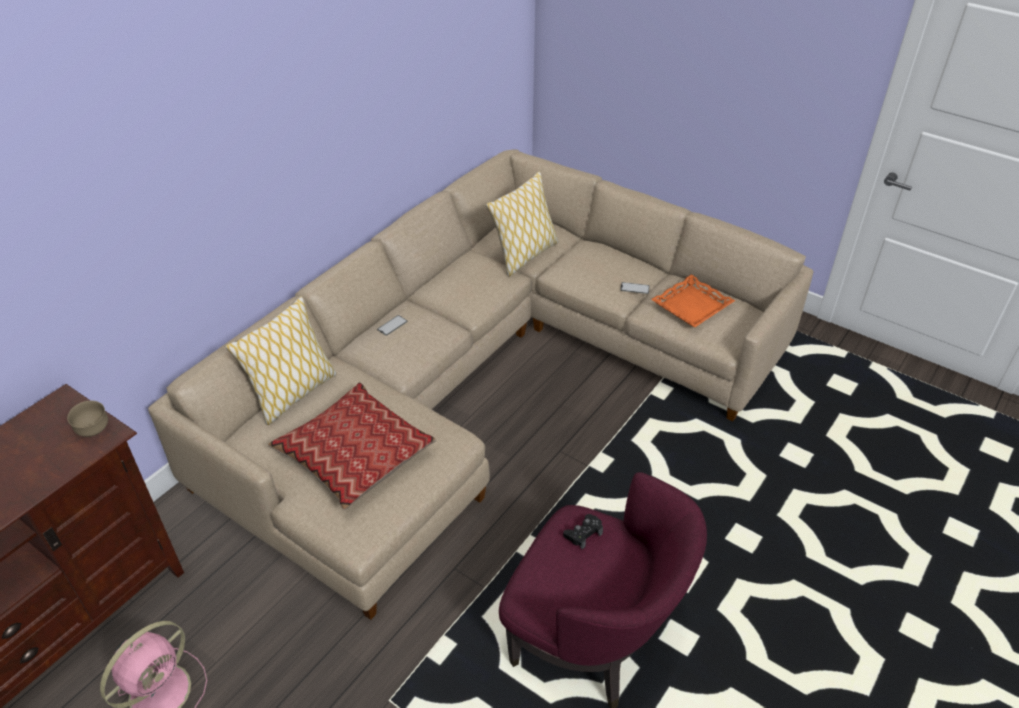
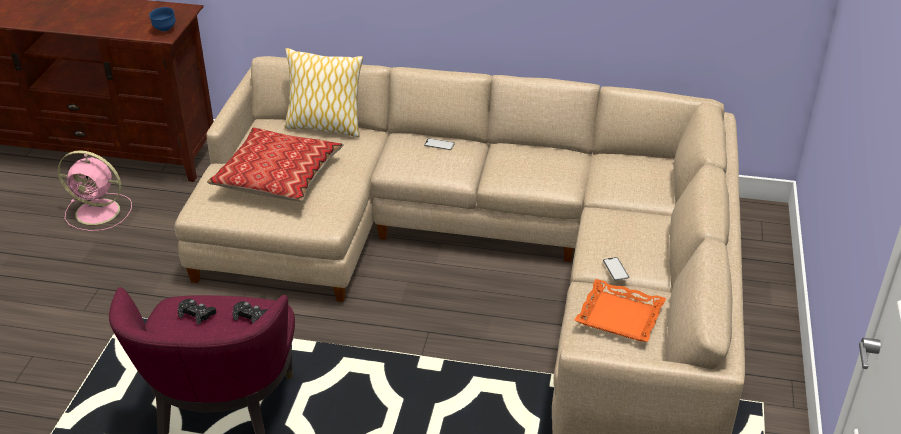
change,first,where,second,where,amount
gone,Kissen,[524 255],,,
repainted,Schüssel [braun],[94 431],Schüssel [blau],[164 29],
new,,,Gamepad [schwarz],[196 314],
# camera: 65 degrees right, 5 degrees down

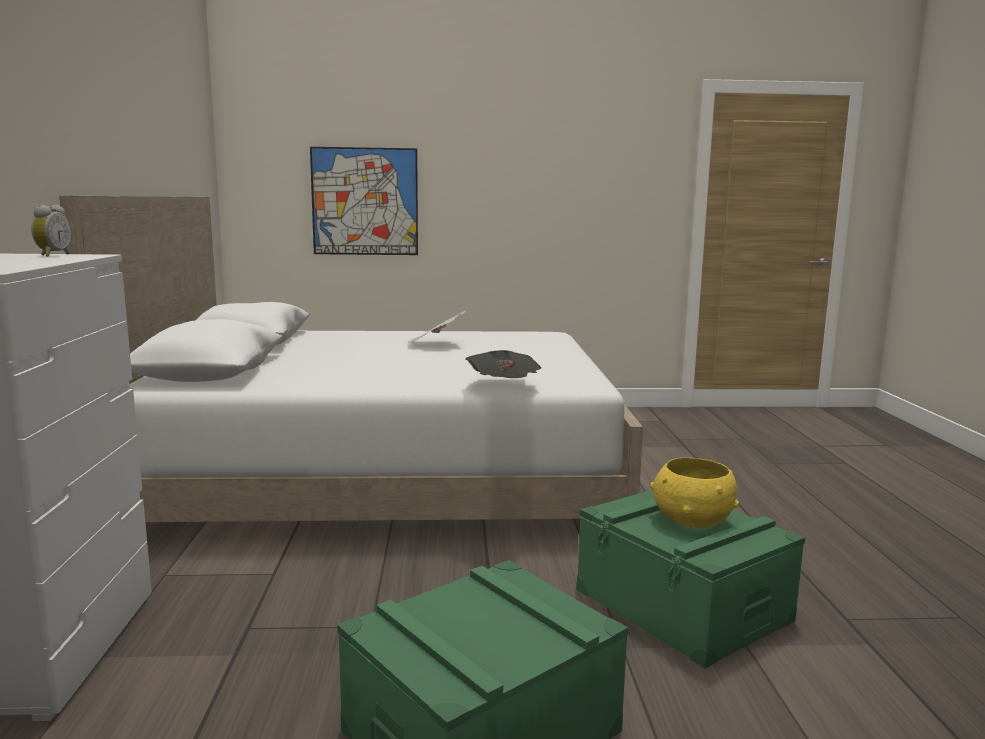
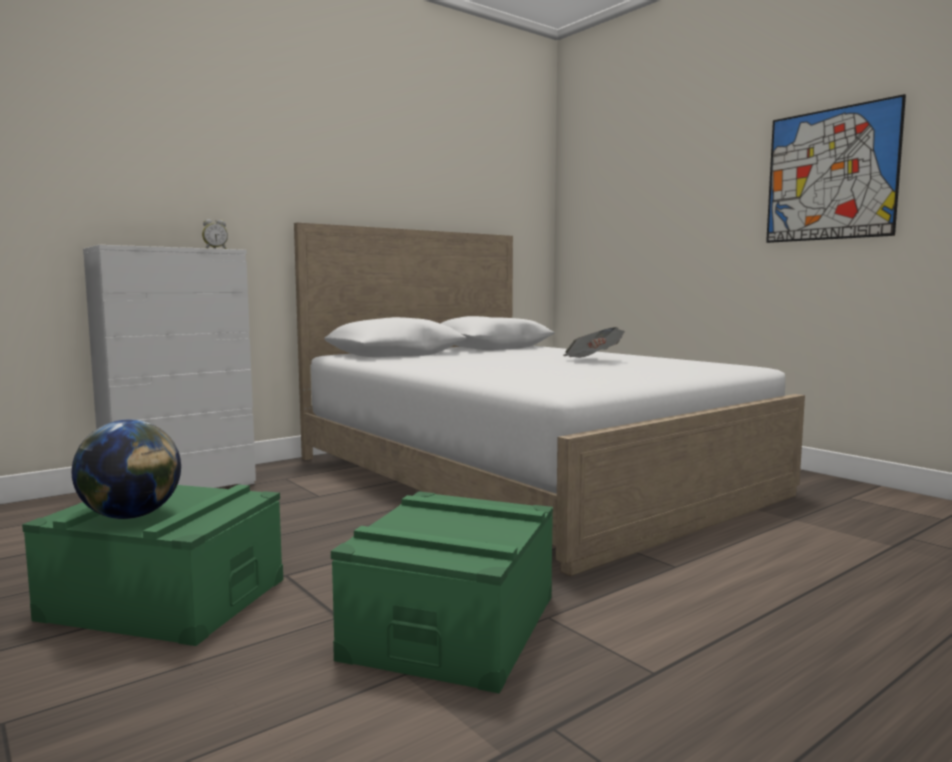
change,first,where,second,where,amount
shifted,Bild,[365 201],,[830 174],
gone,Zeitung,[504 386],,,
gone,Schüssel [gelb],[692 520],,,
new,,,Globus,[131 516],
# camera: 55 degrees right, 5 degrees down

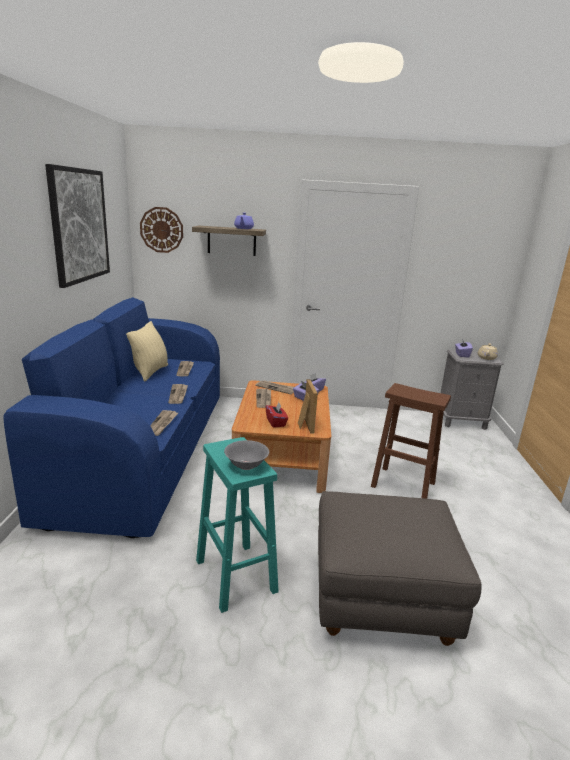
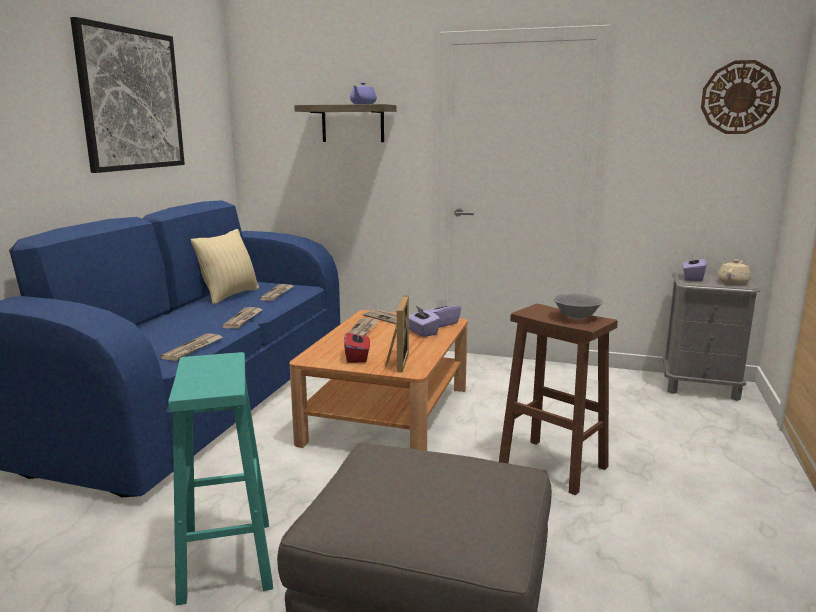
change,first,where,second,where,amount
shifted,Wanduhr,[161 230],,[739 97],
shifted,Schüssel [grau],[246 465],,[576 317],
# camera: 15 degrees right, 5 degrees down

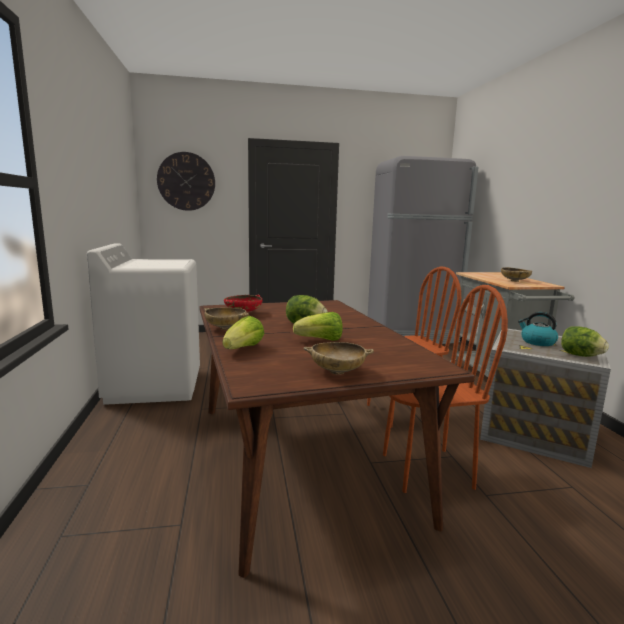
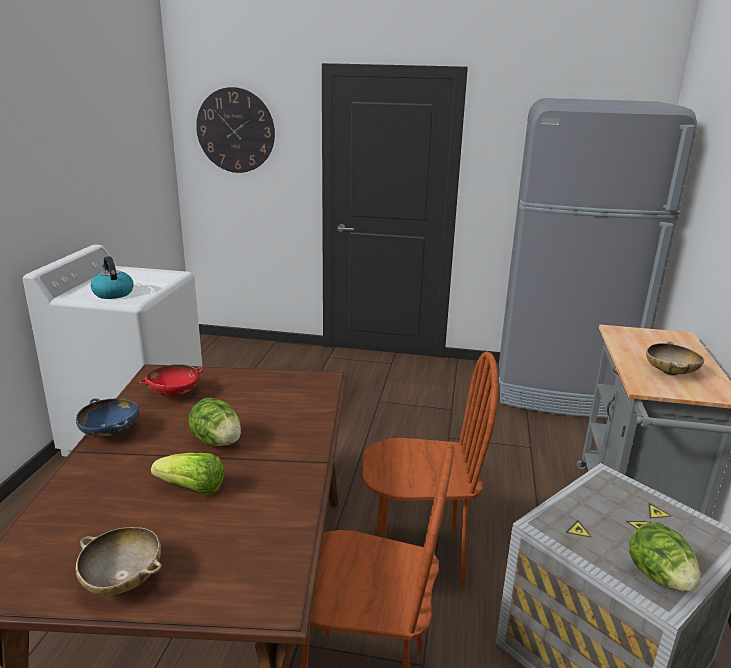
change,first,where,second,where,amount
repainted,Schüssel [beige],[226 328],Schüssel [blau],[111 432],
shifted,Wasserkessel,[537 342],,[113 293],
gone,Salatkopf,[243 349],,,
# camera: 20 degrees right, 10 degrees up

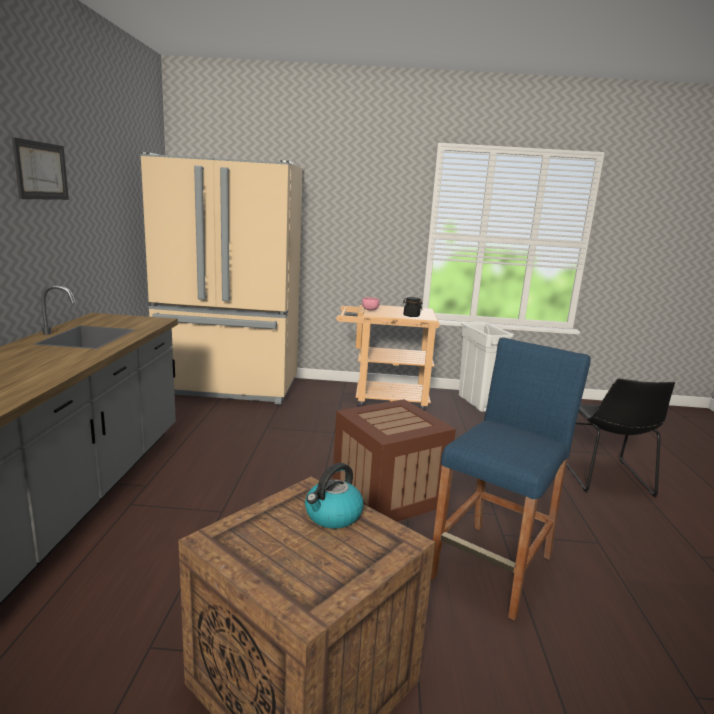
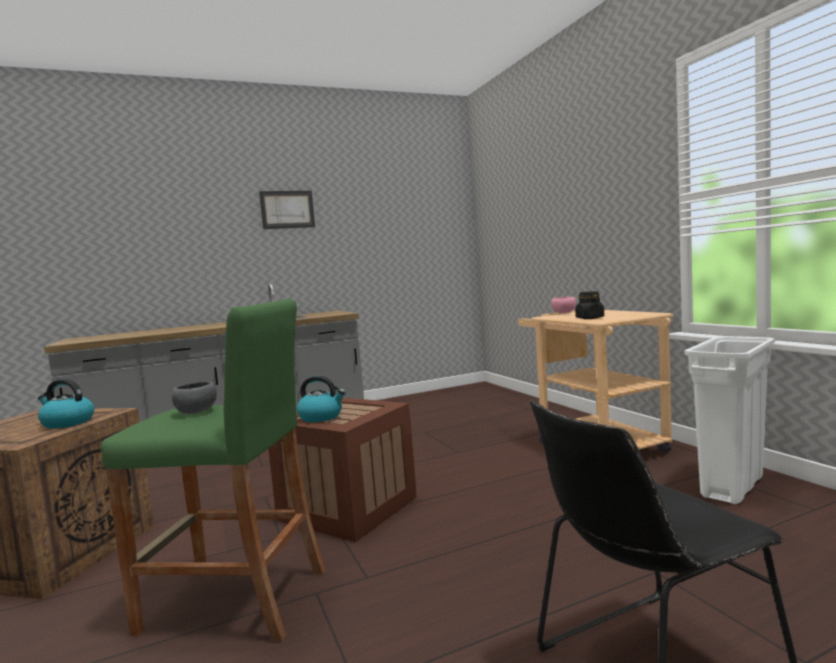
change,first,where,second,where,amount
gone,Kühlschrank [beige],[229 387],,,
repainted,Hocker [blau],[493 567],Hocker [grün],[234 600],
new,,,Wasserkessel,[321 417],
new,,,Schüssel [grau],[197 411],
# camera: 65 degrees right, 10 degrees down

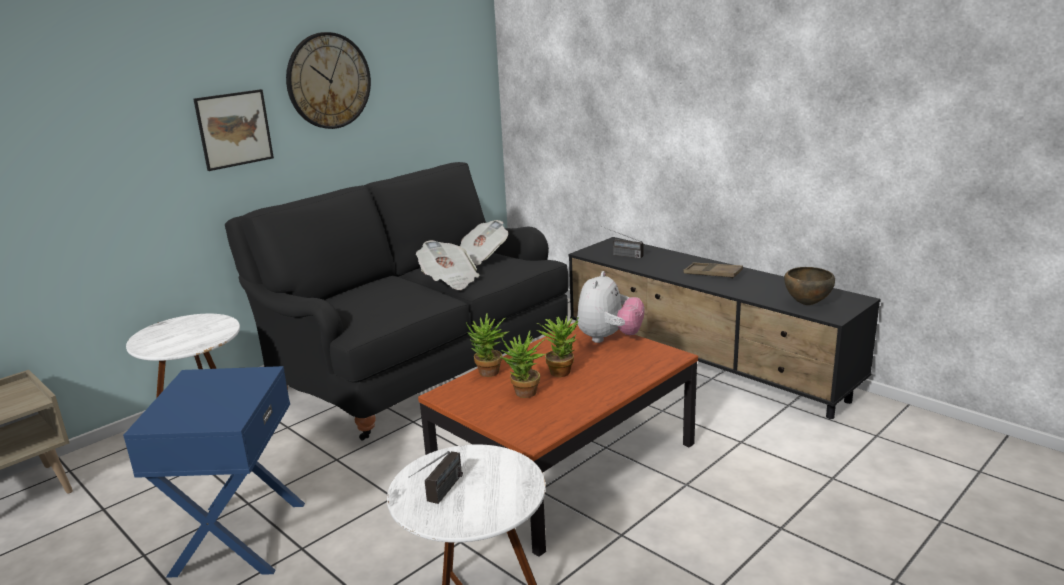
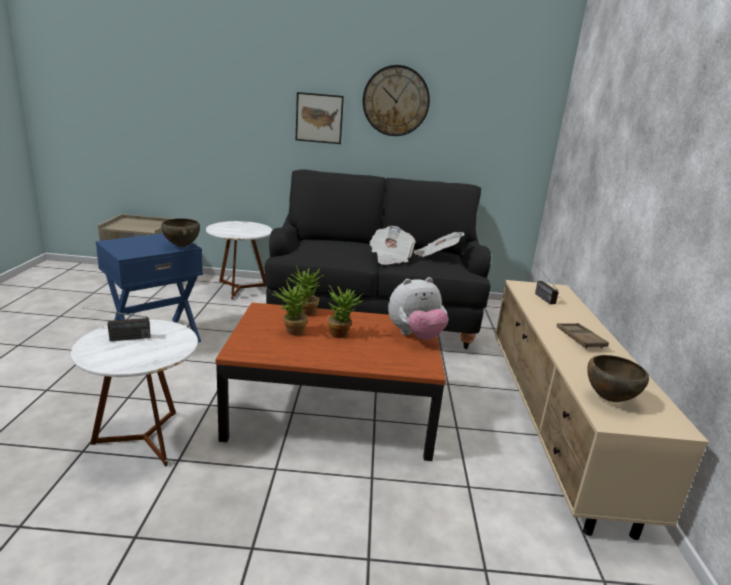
change,first,where,second,where,amount
repainted,Fernsehschrank [schwarz],[706 365],Fernsehschrank [beige],[555 425],
new,,,Schüssel [braun],[181 246],
# camera: 45 degrees right, 0 degrees up

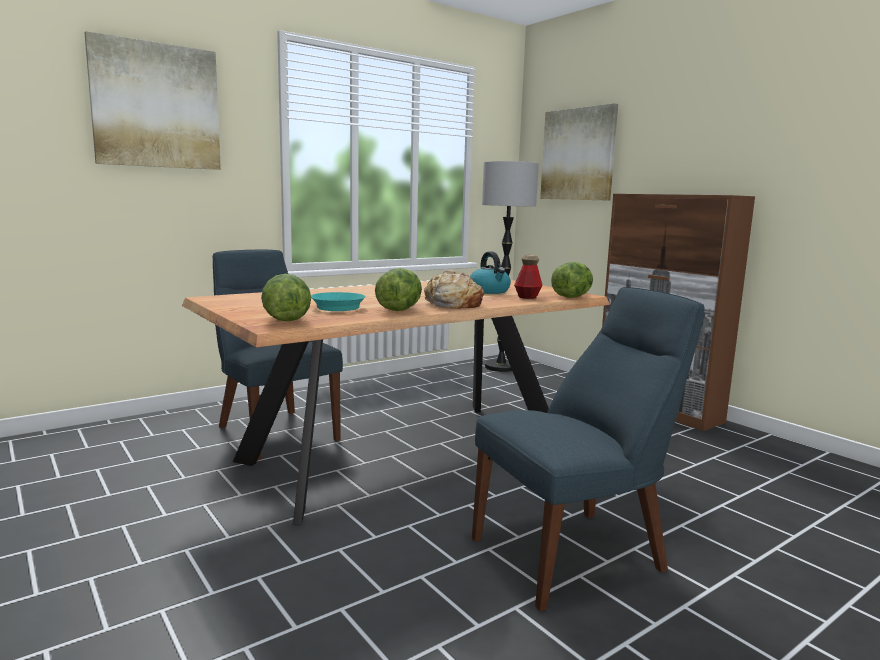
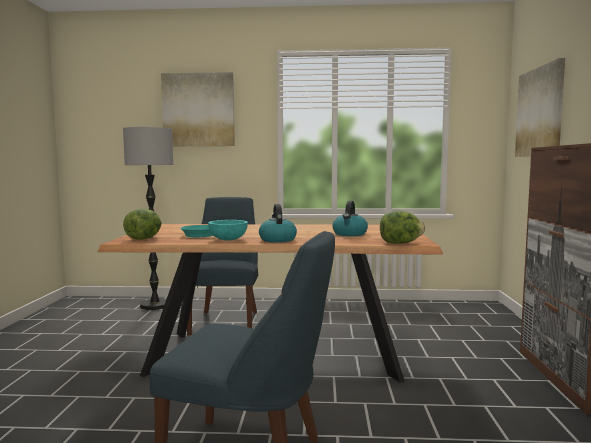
change,first,where,second,where,amount
shifted,Stehlampe,[501 367],,[155 305],
gone,Flasche,[527 297],,,
swapped,Salatkopf,[399 310],Schüssel [türkis],[228 239],
swapped,Brot,[452 304],Wasserkessel,[277 240],
# camera: 40 degrees right, 5 degrees down

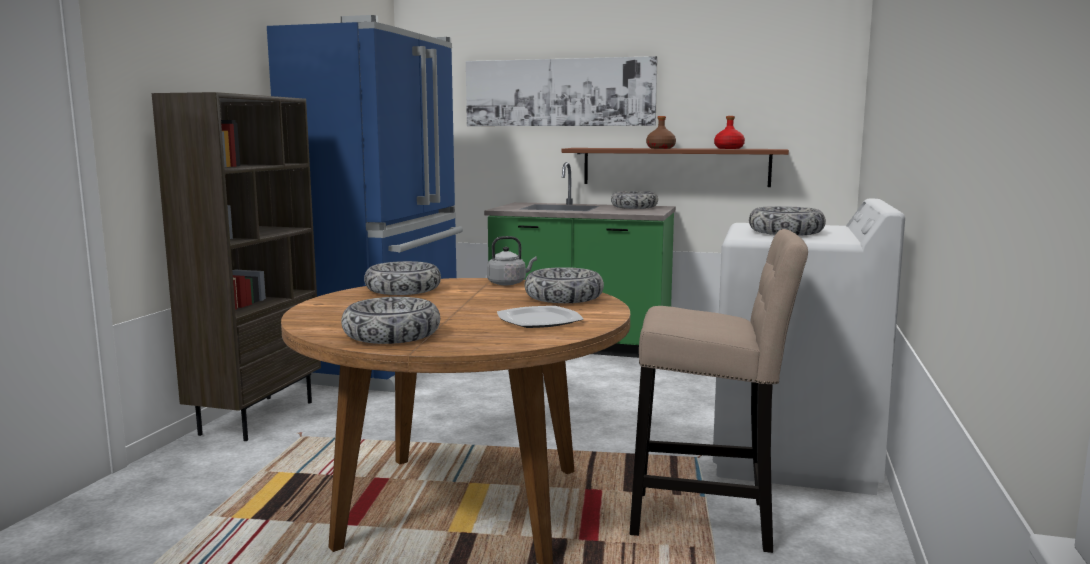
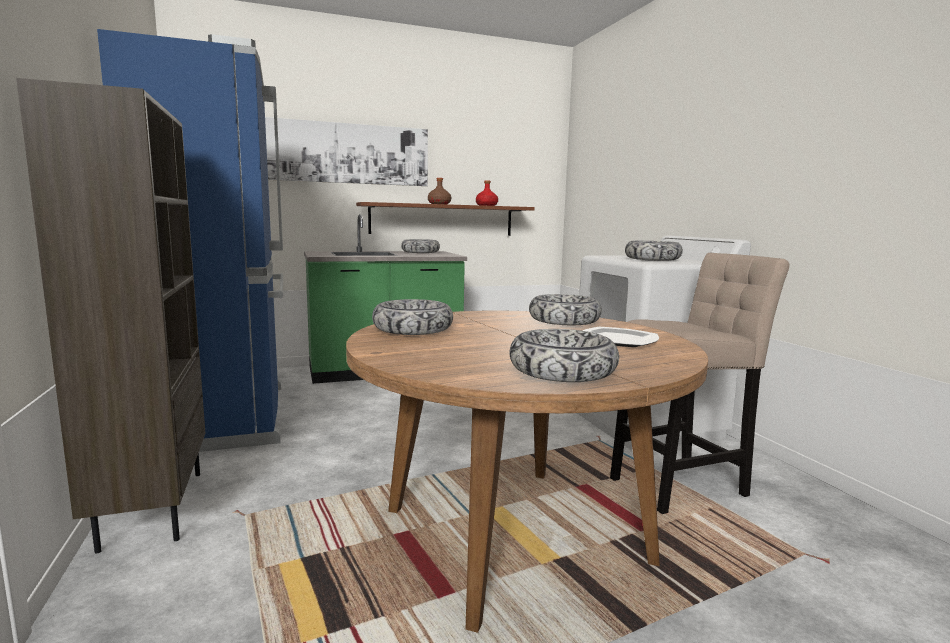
change,first,where,second,where,amount
gone,Wasserkessel [grau],[508 283],,,
# camera: 35 degrees left, 0 degrees up

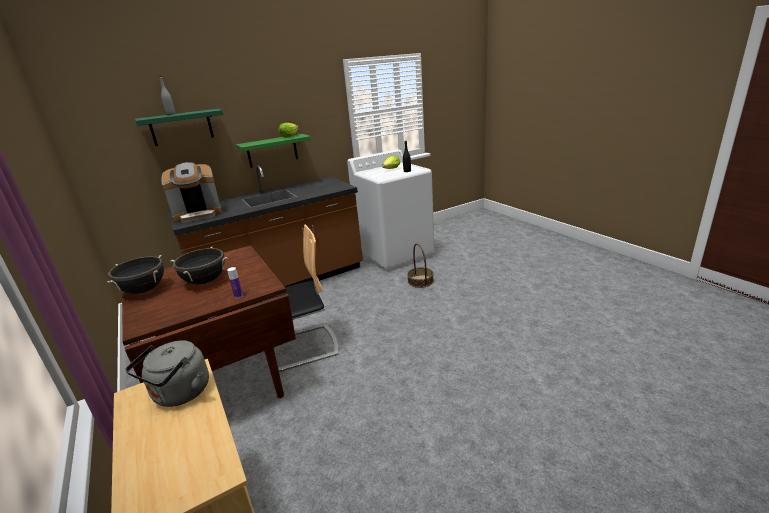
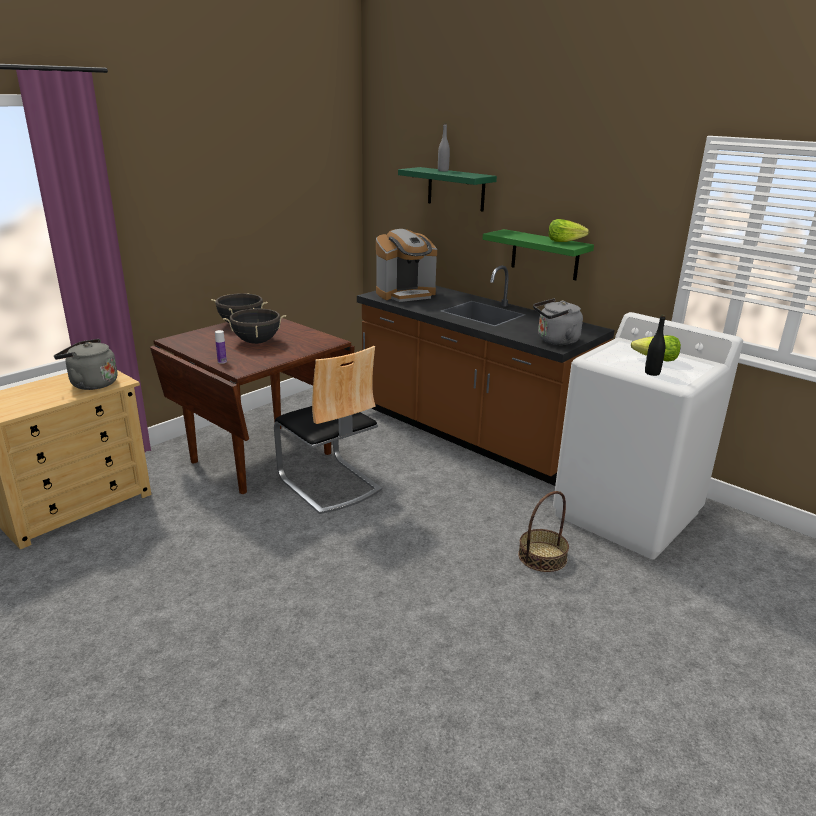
change,first,where,second,where,amount
rotated,Kaffeemaschine,[198 215],,[406 294],75 degrees counterclockwise
new,,,Wasserkessel [grau],[555 341],
# camera: 70 degrees right, 0 degrees up

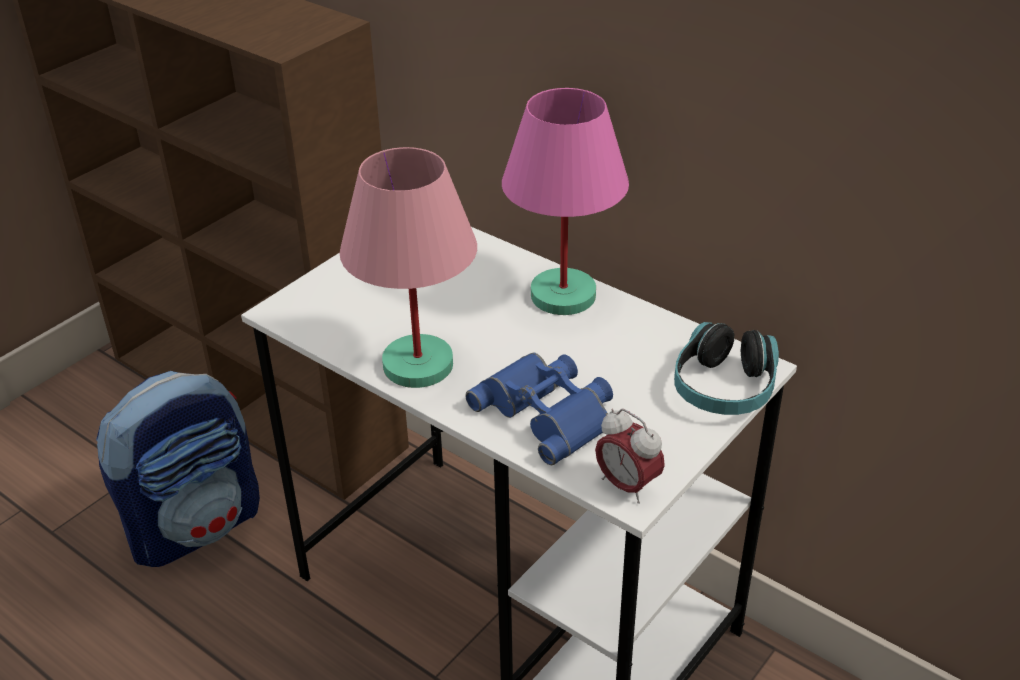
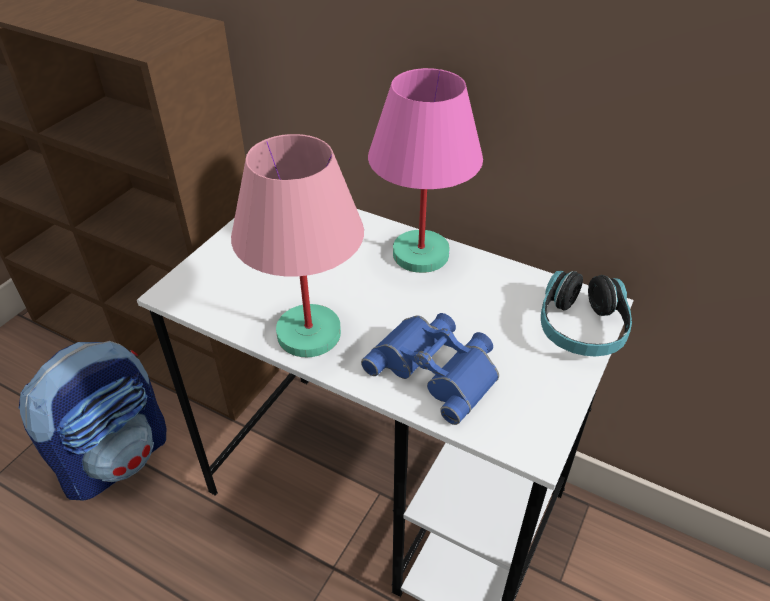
change,first,where,second,where,amount
gone,Wecker,[627 486],,,
# camera: 10 degrees left, 5 degrees up

